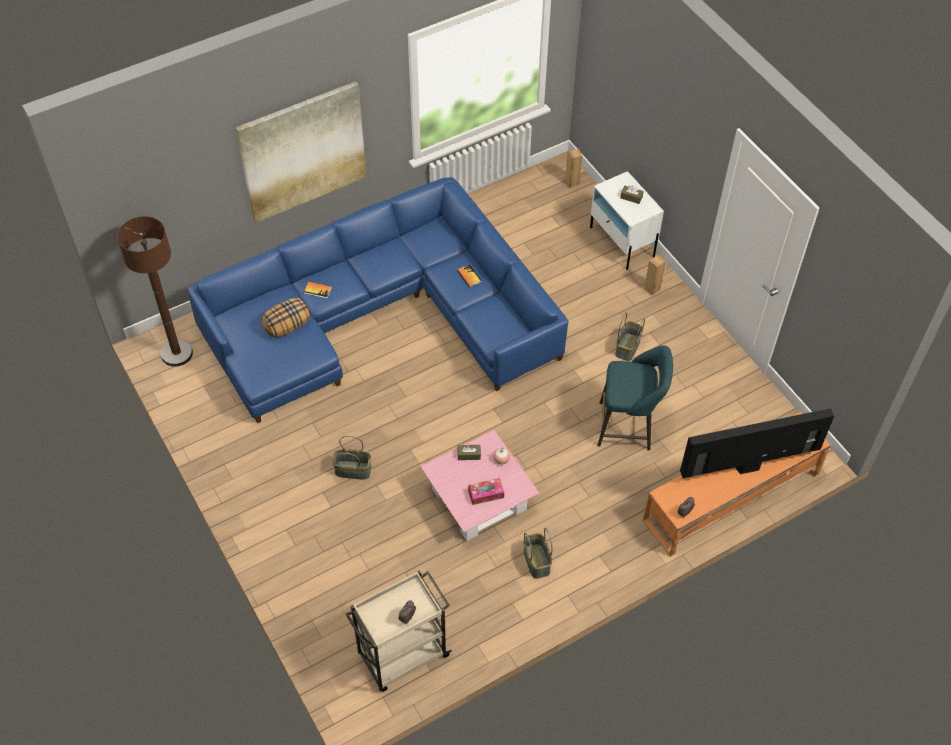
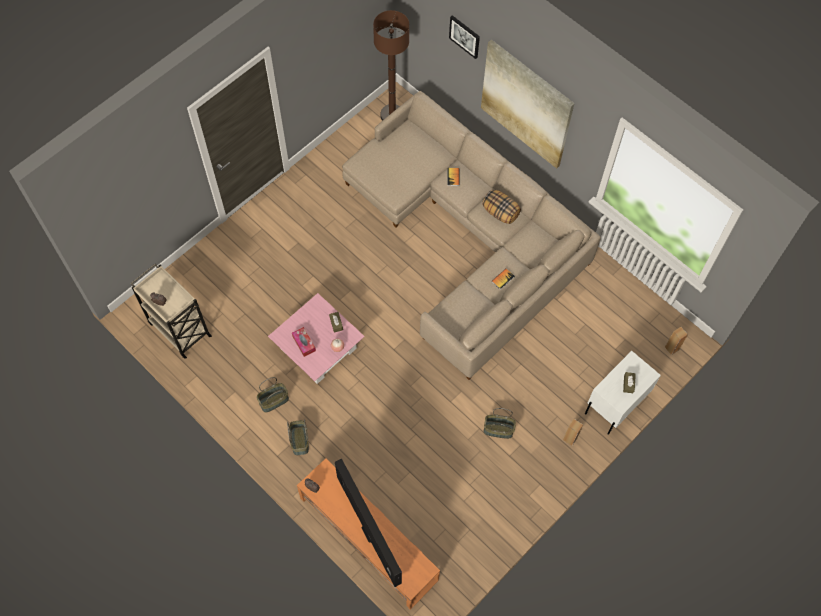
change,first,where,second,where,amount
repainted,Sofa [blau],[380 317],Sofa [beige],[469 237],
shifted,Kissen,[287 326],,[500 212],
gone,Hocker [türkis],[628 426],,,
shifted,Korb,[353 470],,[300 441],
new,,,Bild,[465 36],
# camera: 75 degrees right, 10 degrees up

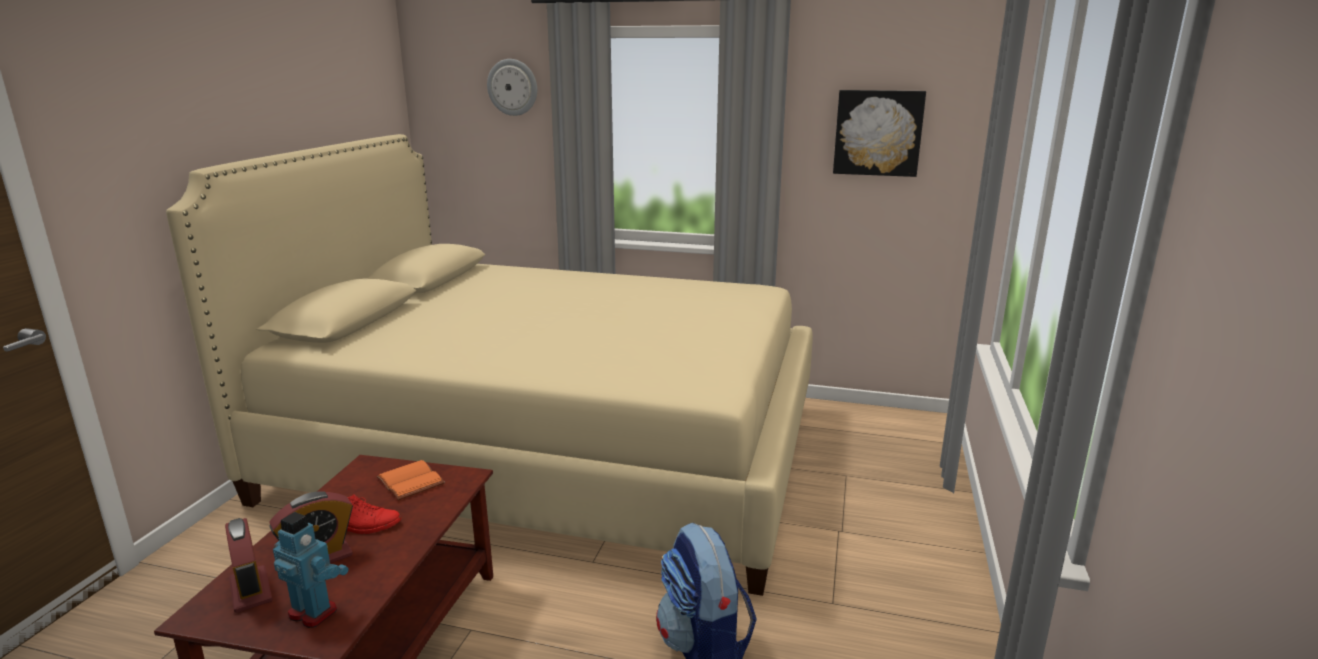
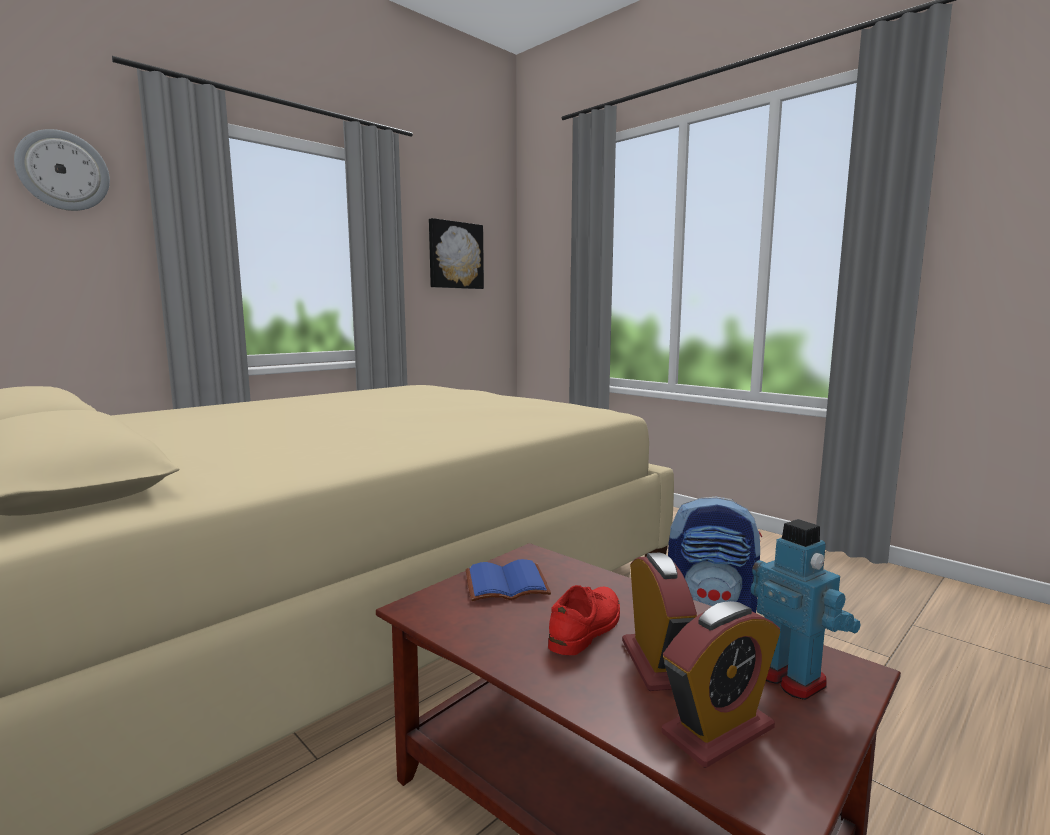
change,first,where,second,where,amount
repainted,Buch [orange],[412 481],Buch [blau],[507 583],
rotated,Spielzeugroboter,[314 612],,[791 678],90 degrees clockwise
rotated,Wecker,[250 590],,[718 731],150 degrees clockwise
# camera: 60 degrees left, 10 degrees down

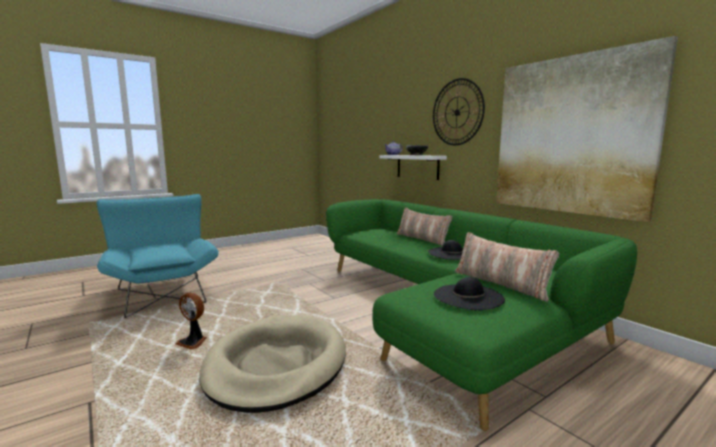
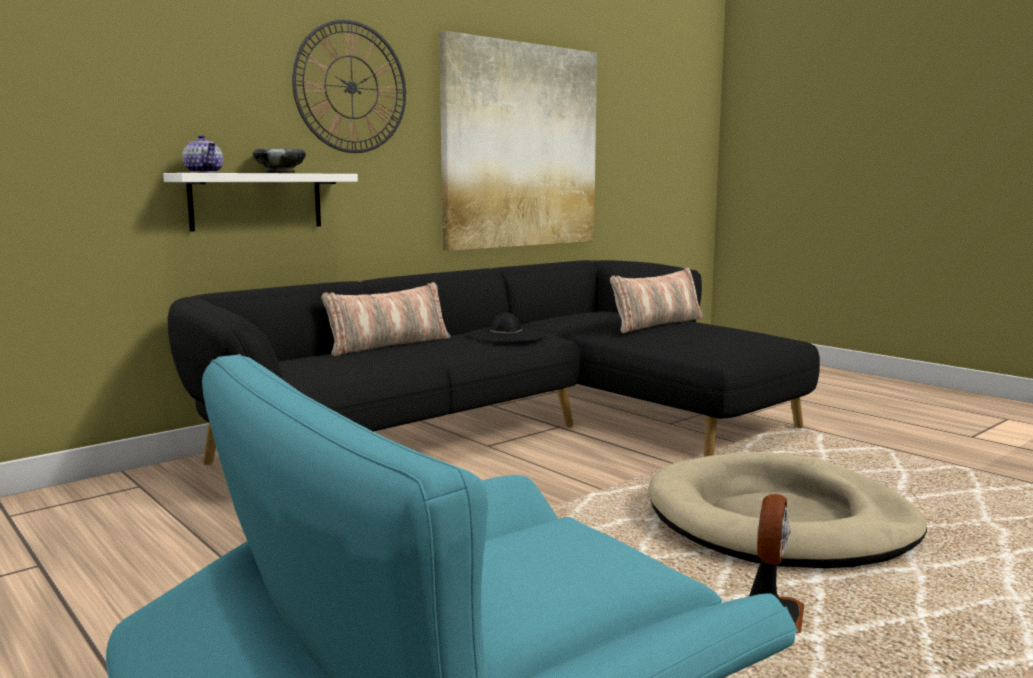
change,first,where,second,where,amount
repainted,Sofa [grün],[447 309],Sofa [schwarz],[519 427],
gone,Hut [schwarz],[468 296],,,
# camera: 95 degrees left, 0 degrees up

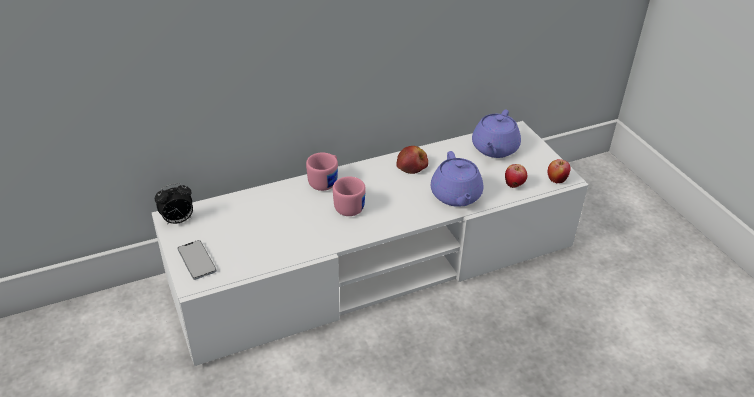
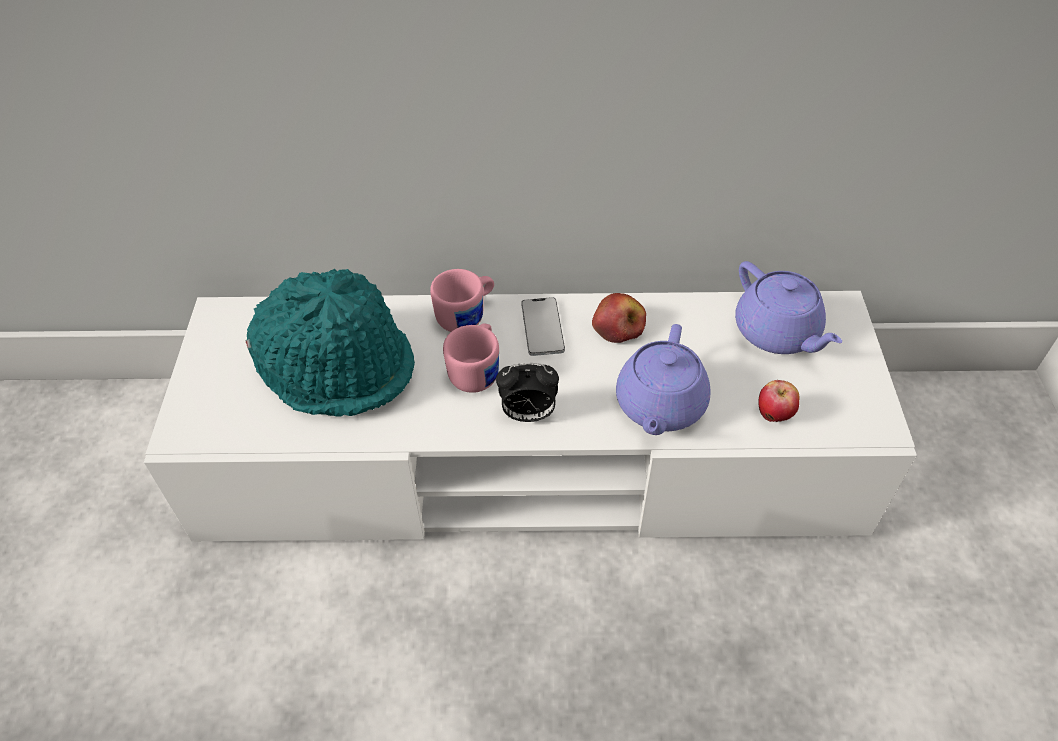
change,first,where,second,where,amount
rotated,Teekanne [lila],[494 149],,[777 333],75 degrees counterclockwise
gone,Apfel,[556 180],,,
shifted,Wecker,[178 221],,[528 414],
shifted,Handy,[197 260],,[542 327],
new,,,Hut [türkis],[338 366],
# camera: 25 degrees right, 10 degrees up

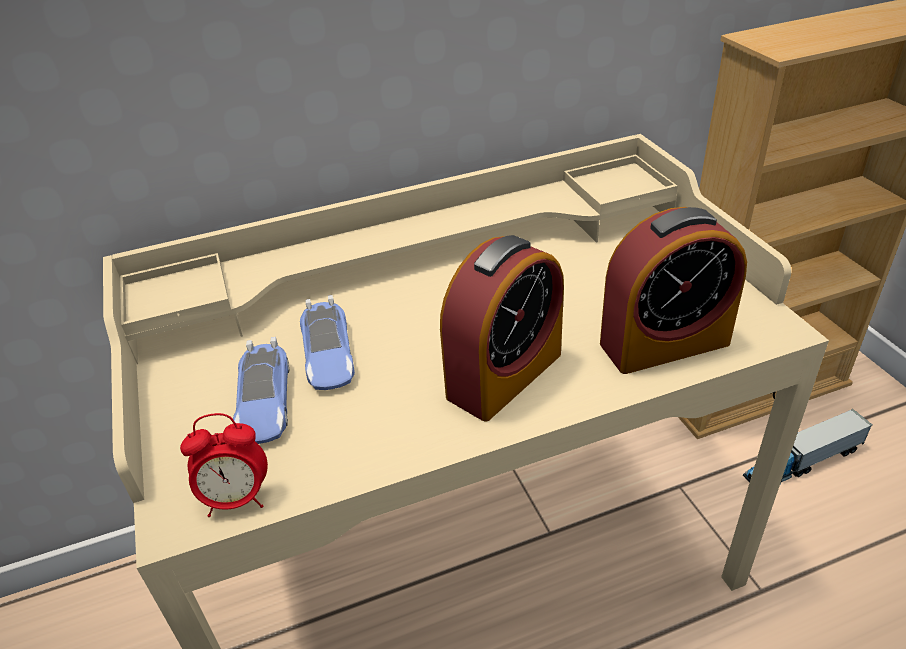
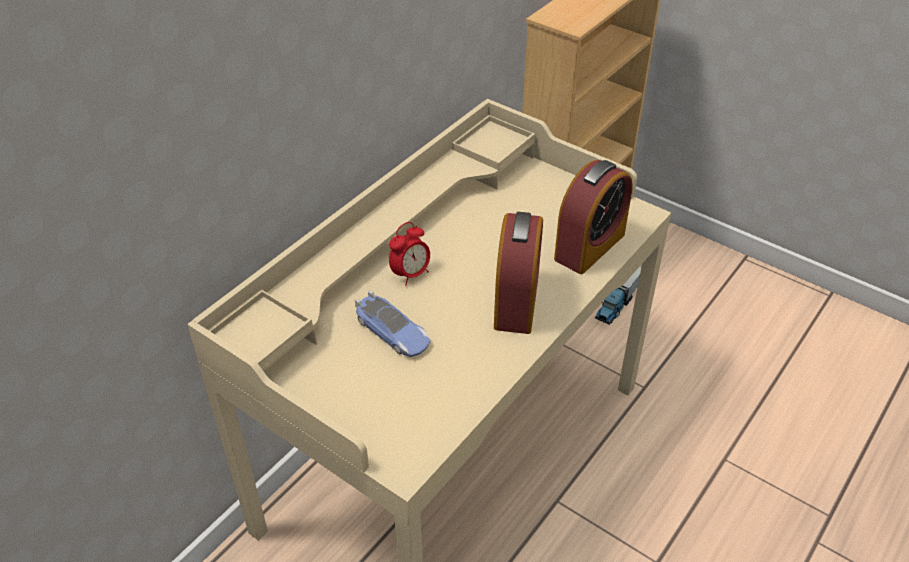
change,first,where,second,where,amount
gone,Spielzeugauto,[264 402],,,
shifted,Wecker,[237 499],,[410 274],
# camera: 35 degrees left, 5 degrees up

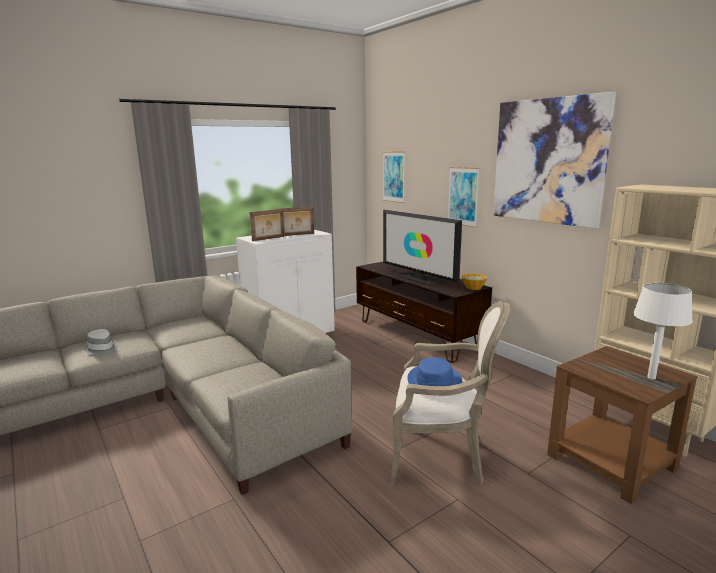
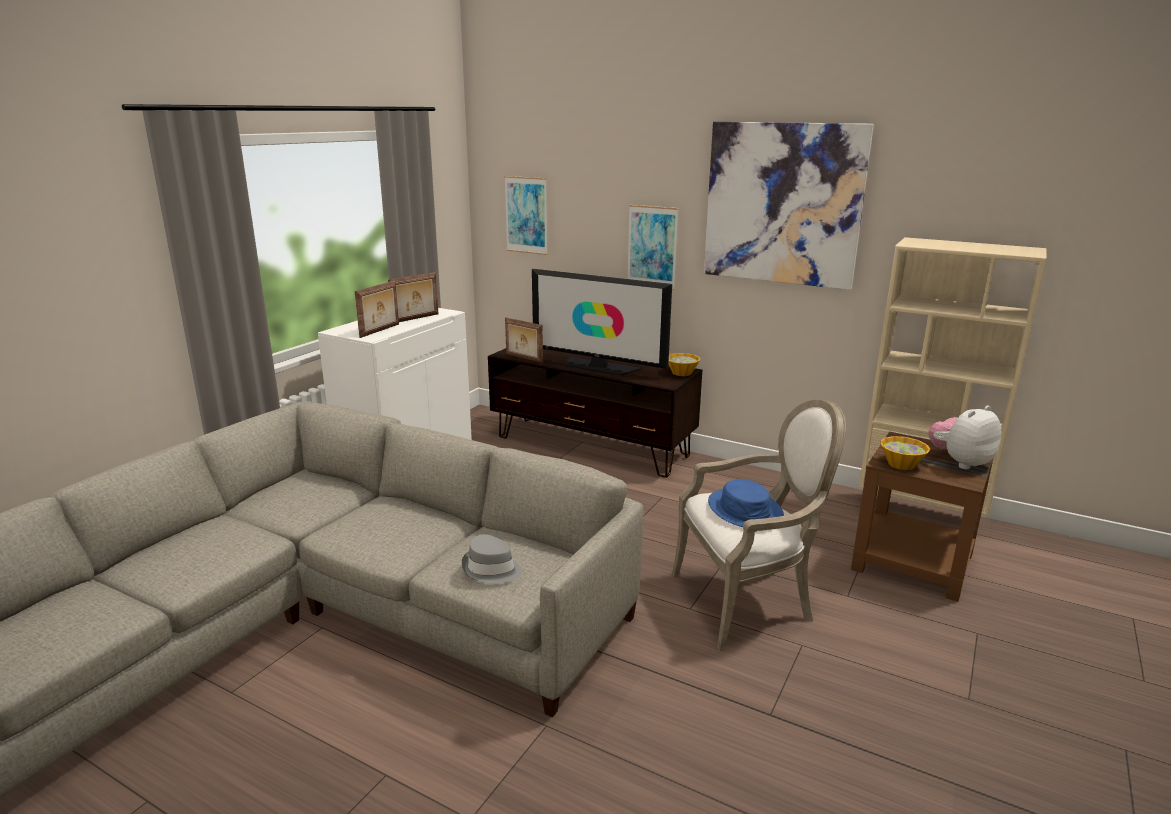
change,first,where,second,where,amount
swapped,Tischlampe [weiß],[651 377],Plüschtier,[960 462],
shifted,Hut [grau],[101 349],,[491 569],
new,,,Bilderrahmen,[523 358],
new,,,Schüssel,[901 464],
# camera: 25 degrees left, 5 degrees up

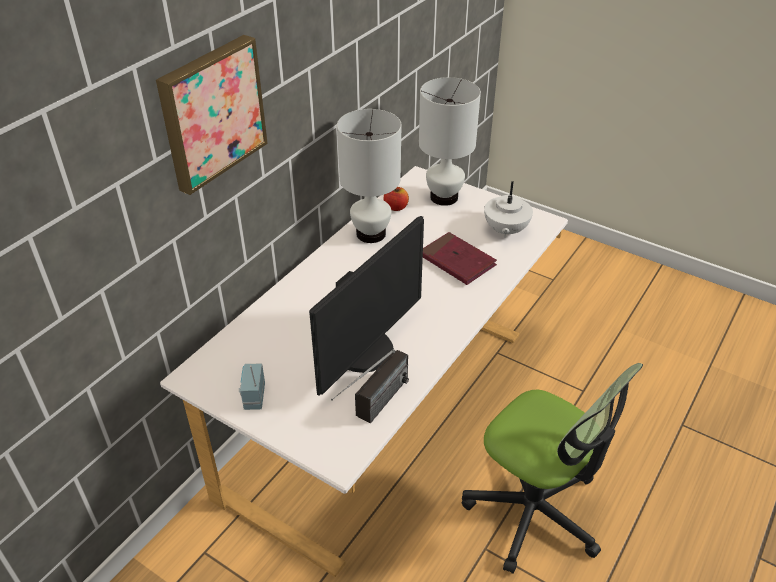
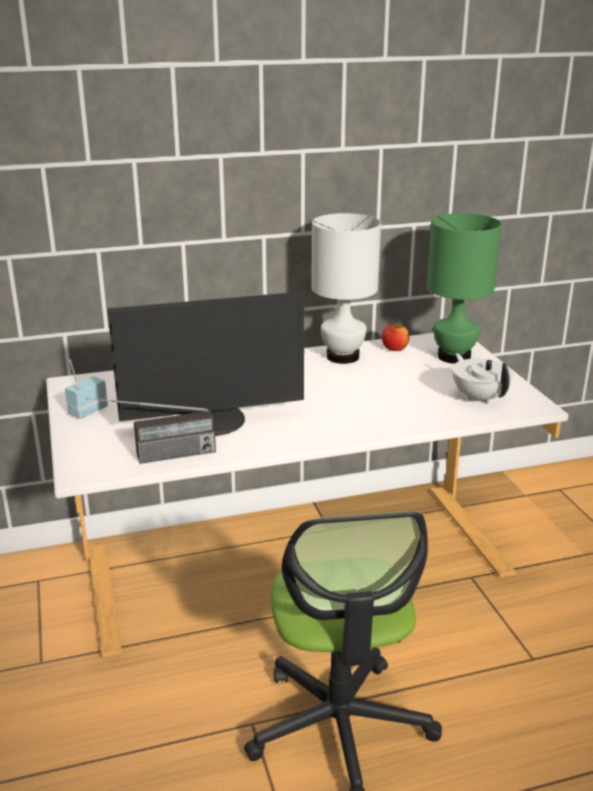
change,first,where,second,where,amount
gone,Bild,[211 112],,,
repainted,Tischlampe [weiß],[443 198],Tischlampe [grün],[453 357],
rotated,Teekanne [weiß],[505 231],,[479 398],105 degrees clockwise
gone,Buch [rot],[457 261],,,
# camera: 40 degrees right, 15 degrees down

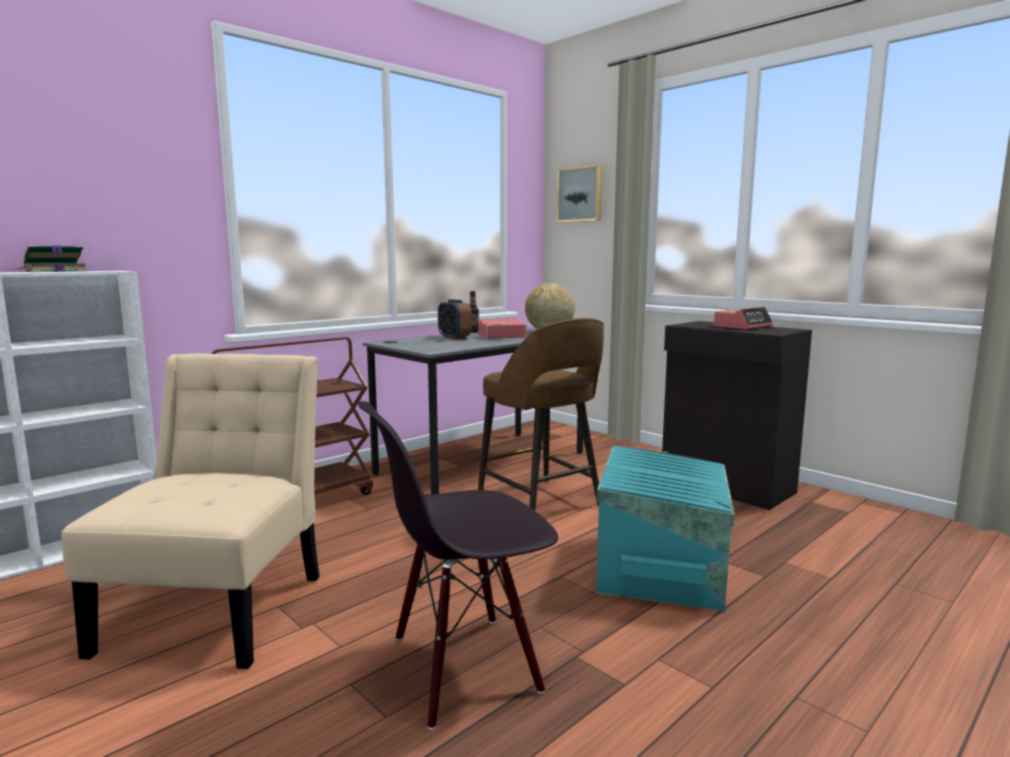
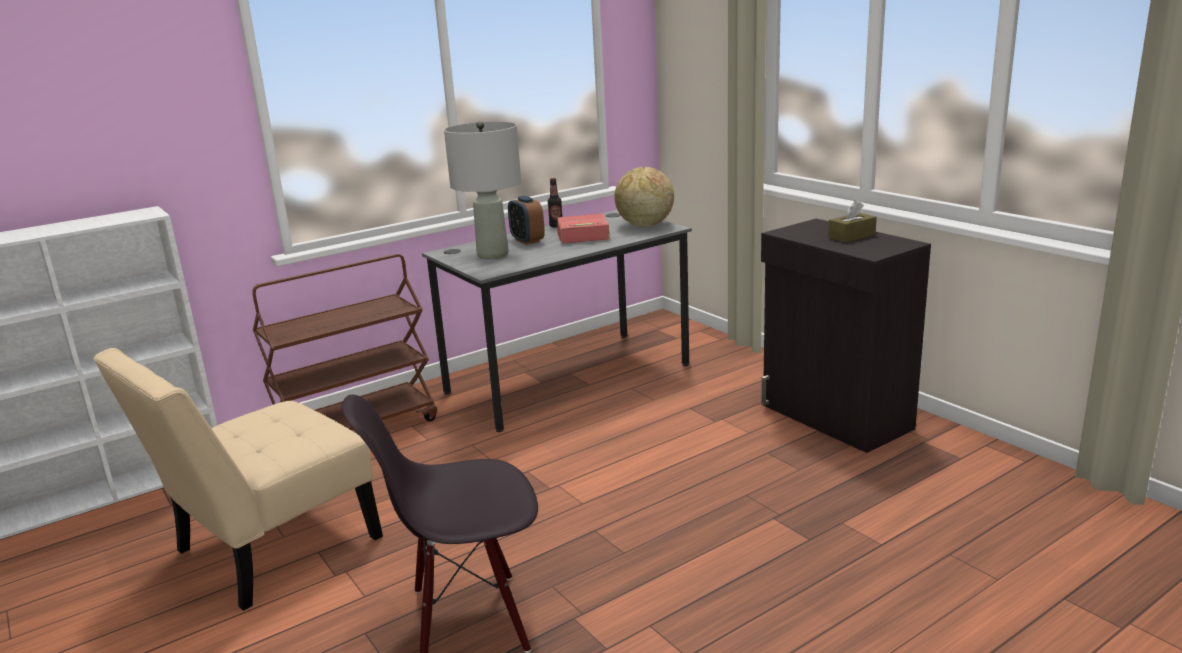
change,first,where,second,where,amount
gone,Bild,[581 194],,,
gone,Buch,[54 271],,,
swapped,Wecker,[742 326],Taschentuchbox [braun],[851 236],
gone,Hocker [braun],[541 502],,,
rotated,Stuhl [beige],[221 607],,[268 550],150 degrees counterclockwise
gone,Aufbewahrungsbox [türkis],[663 567],,,
new,,,Tischlampe [grau],[493 255],
# camera: 10 degrees right, 10 degrees up

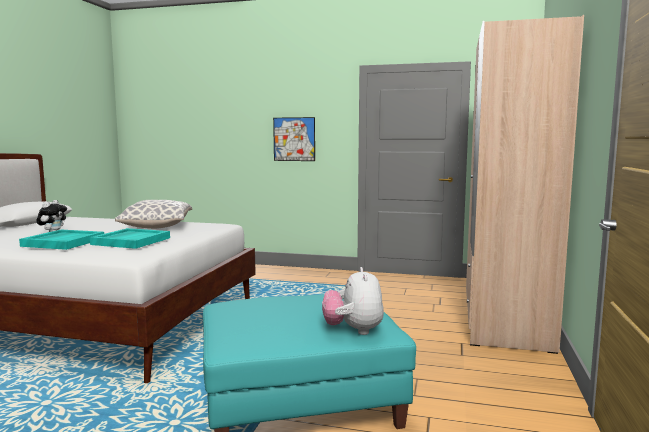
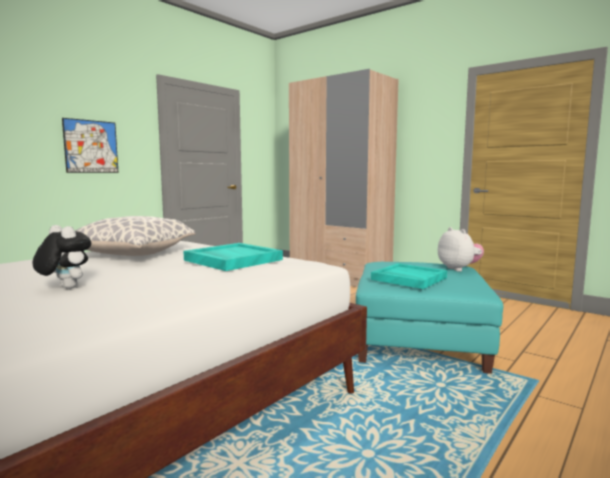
change,first,where,second,where,amount
shifted,Tablett [türkis],[63 242],,[408 278],
rotated,Plüschtier,[353 330],,[459 269],135 degrees counterclockwise
# camera: 65 degrees left, 0 degrees up

